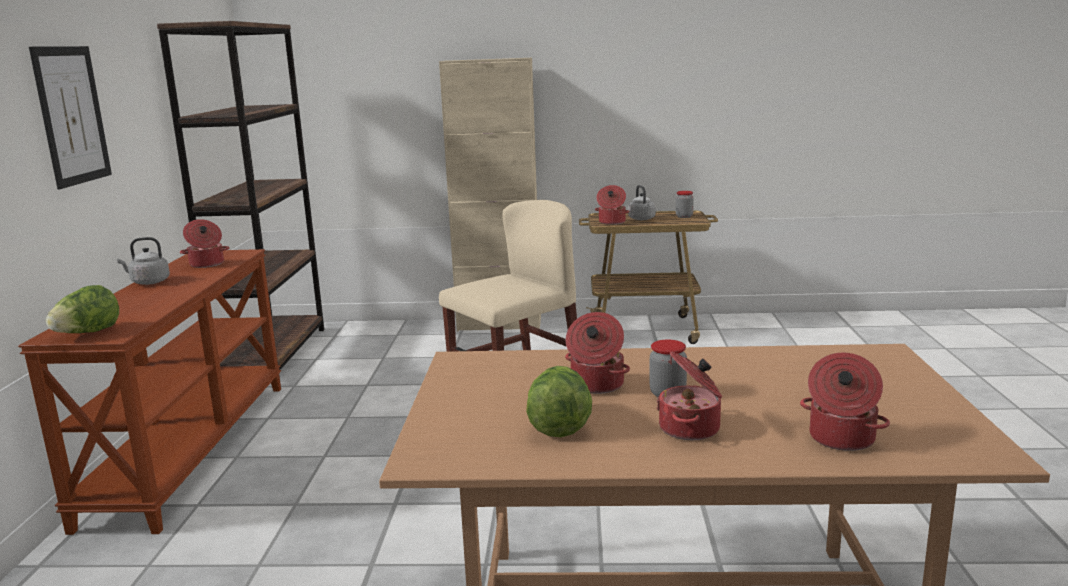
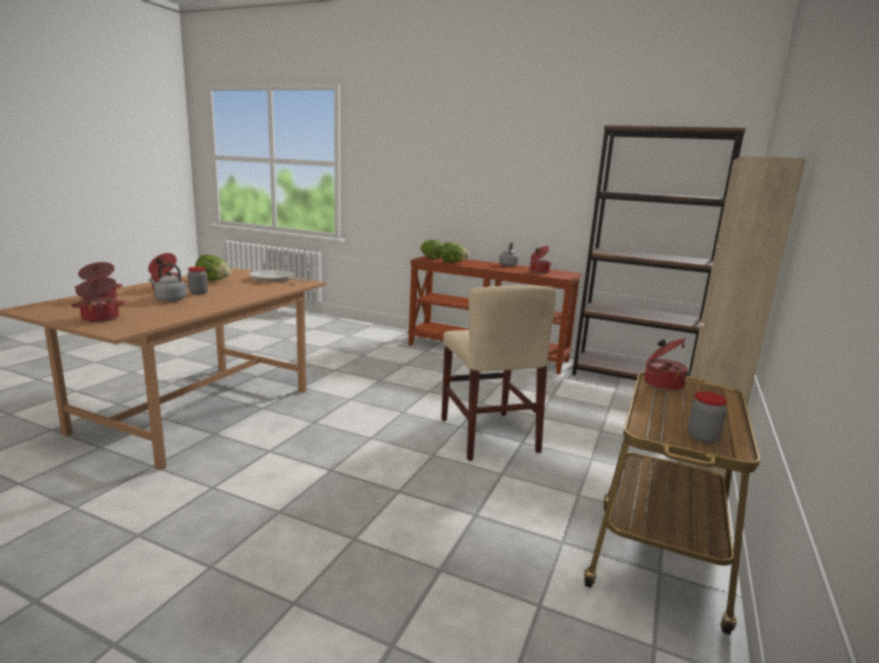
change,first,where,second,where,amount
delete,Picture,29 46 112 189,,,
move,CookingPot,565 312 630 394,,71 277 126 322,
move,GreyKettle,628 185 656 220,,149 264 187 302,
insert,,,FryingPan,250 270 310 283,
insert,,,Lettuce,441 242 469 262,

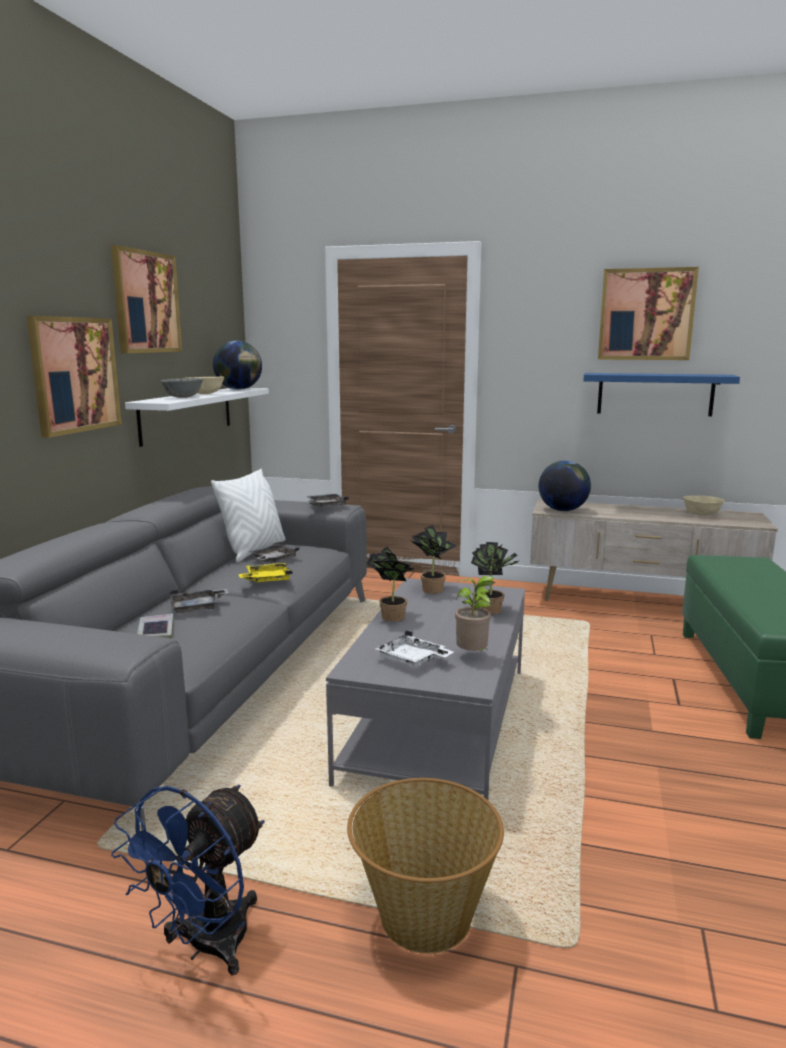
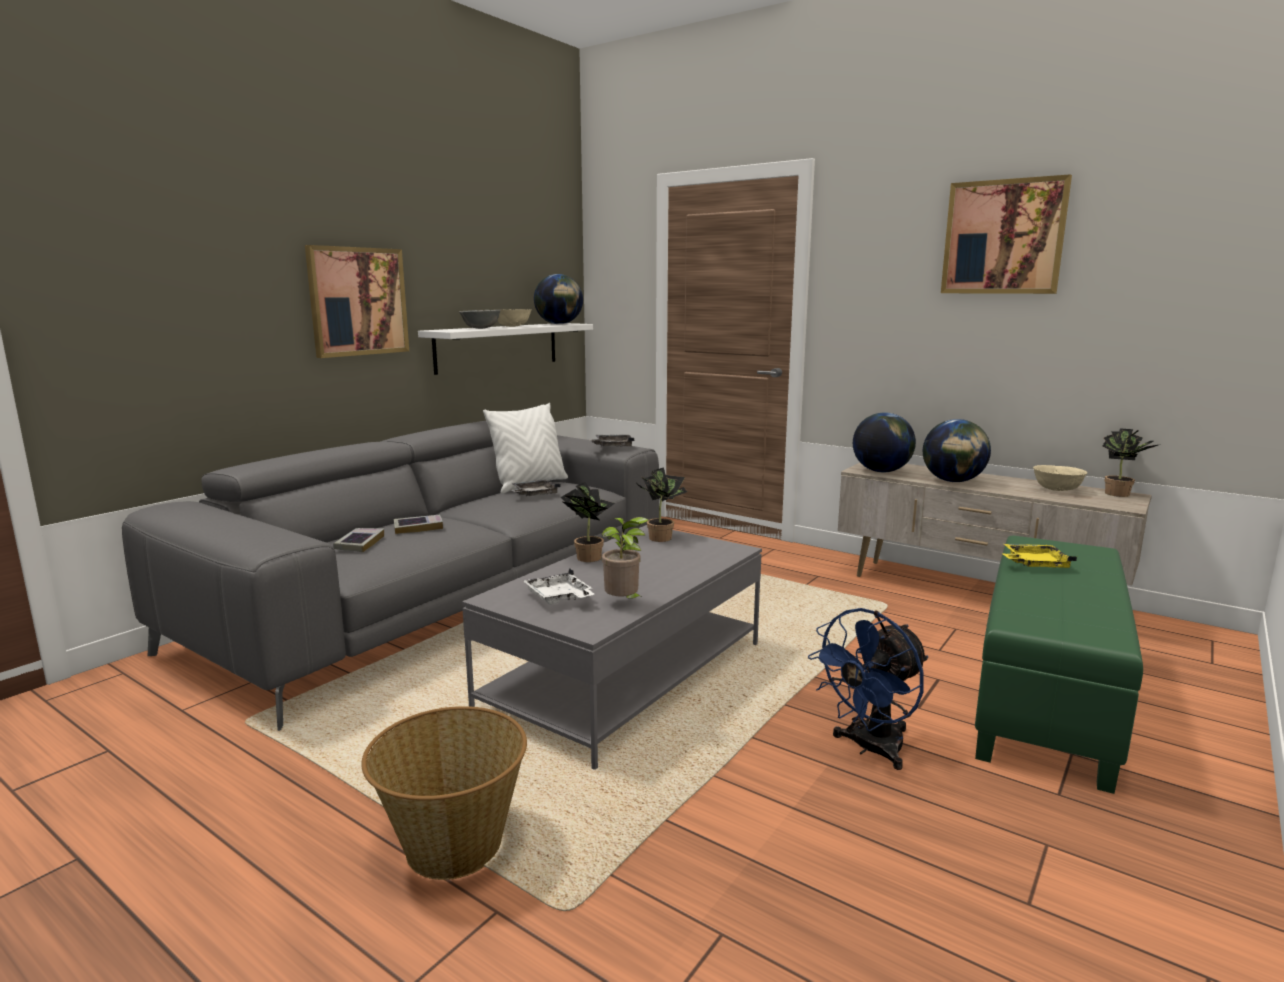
change,first,where,second,where,amount
delete,Picture,111 245 182 353,,,
move,BlueFan,111 785 265 976,,808 608 929 770,
replace,GreyTray,170 588 229 613,Book,394 515 443 534,
move,YellowTray,238 563 293 582,,1002 544 1077 568,
move,PottedPlant,471 542 518 614,,1102 429 1161 497,
delete,BlueShelf,583 373 740 416,,,
insert,,,Globe,923 419 991 482,

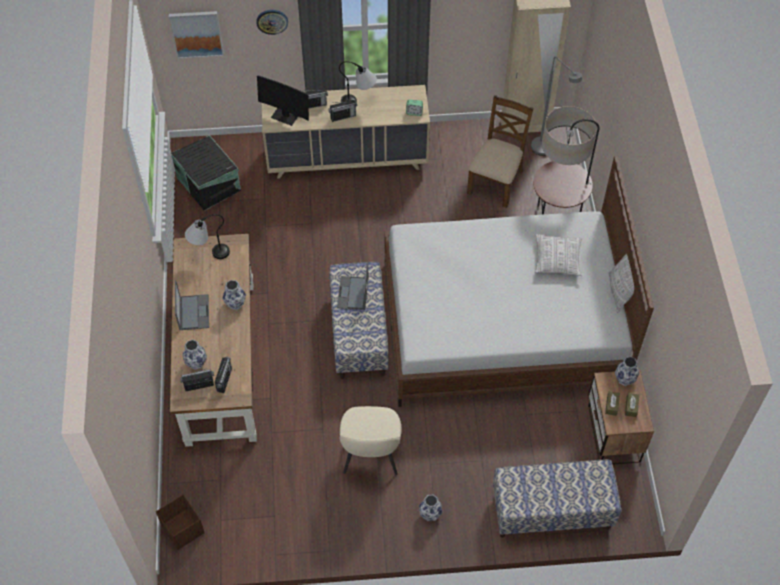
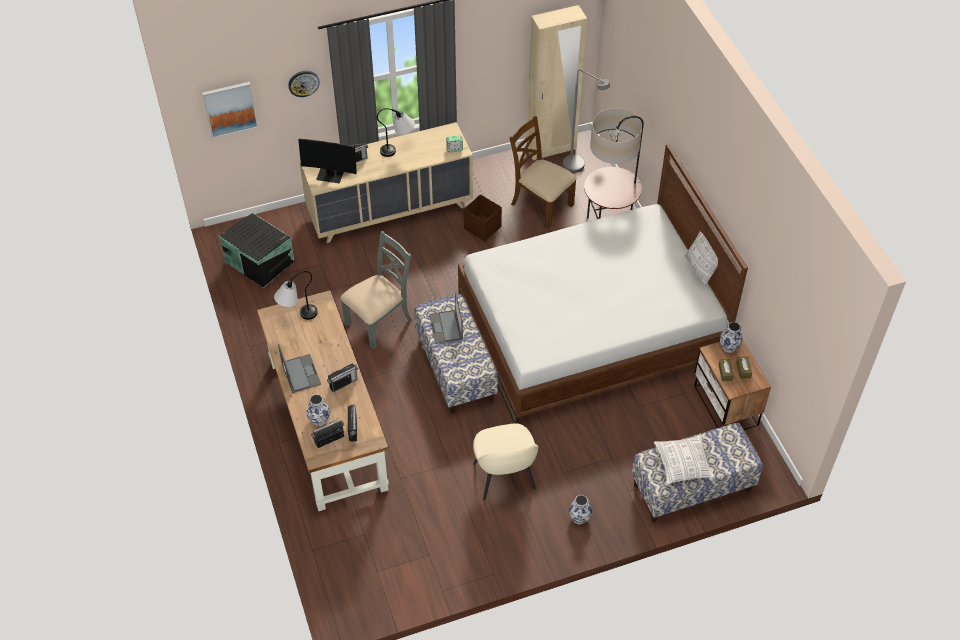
change,first,where,second,where,amount
move,BrownStorageBox,156 494 205 550,,464 194 502 241,
delete,Vase,222 280 246 310,,,
move,Radio,328 100 357 122,,327 364 358 392,
rotate,BrownChair,467 95 534 208,,510 116 577 229,60 degrees counterclockwise
move,Pillow,535 234 582 276,,654 435 715 485,
insert,,,GreyChair,340 231 412 350,

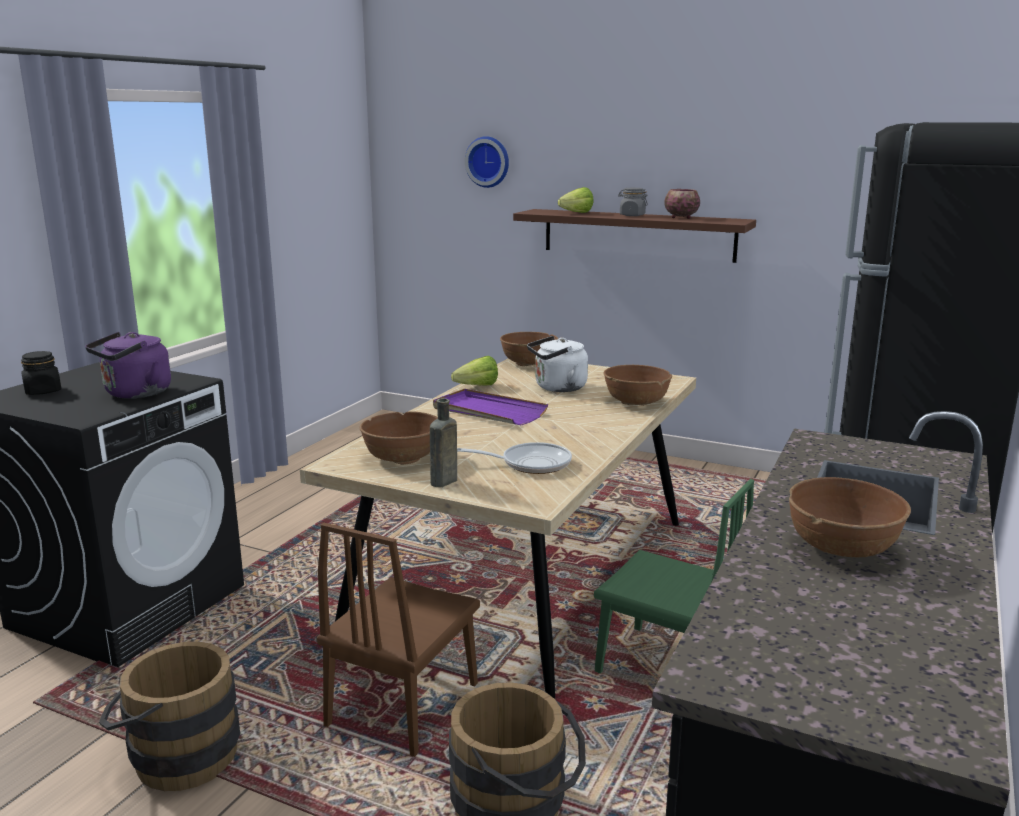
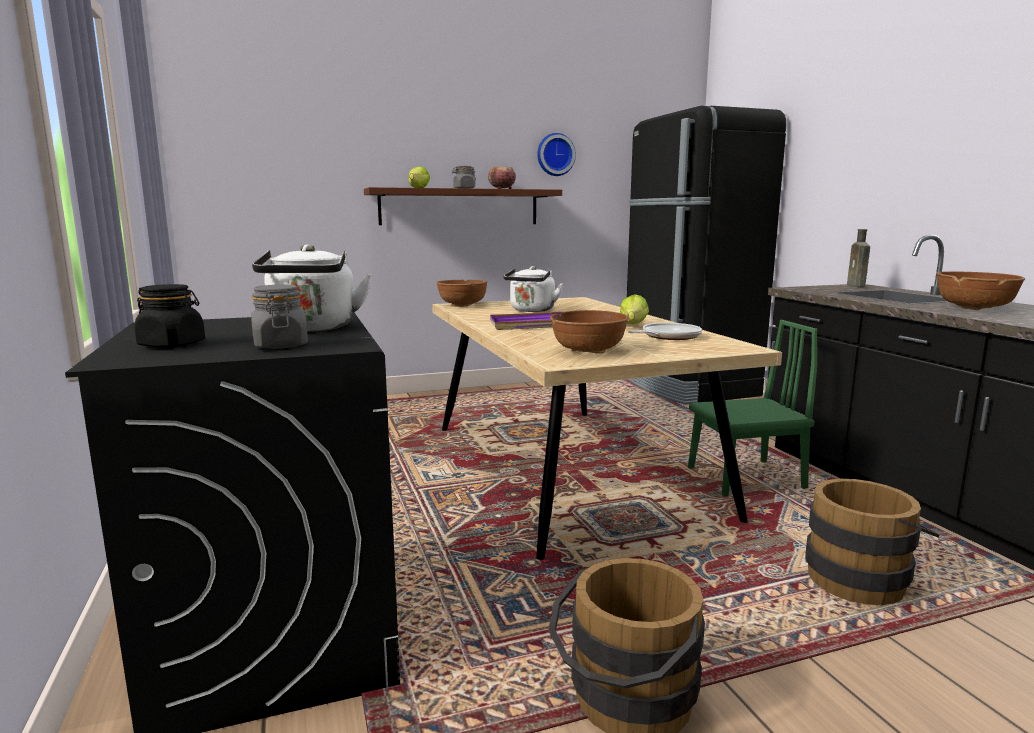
change,first,where,second,where,amount
recolor,PurpleKettle,85 332 171 399,WhiteKettle,252 245 372 332,
delete,BrownChair,317 522 480 757,,,
move,BrownBottle,430 398 457 487,,847 229 870 287,
move,Lettuce,451 356 498 385,,620 294 649 324,
move,WallClock,465 136 509 188,,537 133 576 176,
delete,BrownBowl,603 365 672 406,,,
insert,,,GreyJar,251 285 308 349,

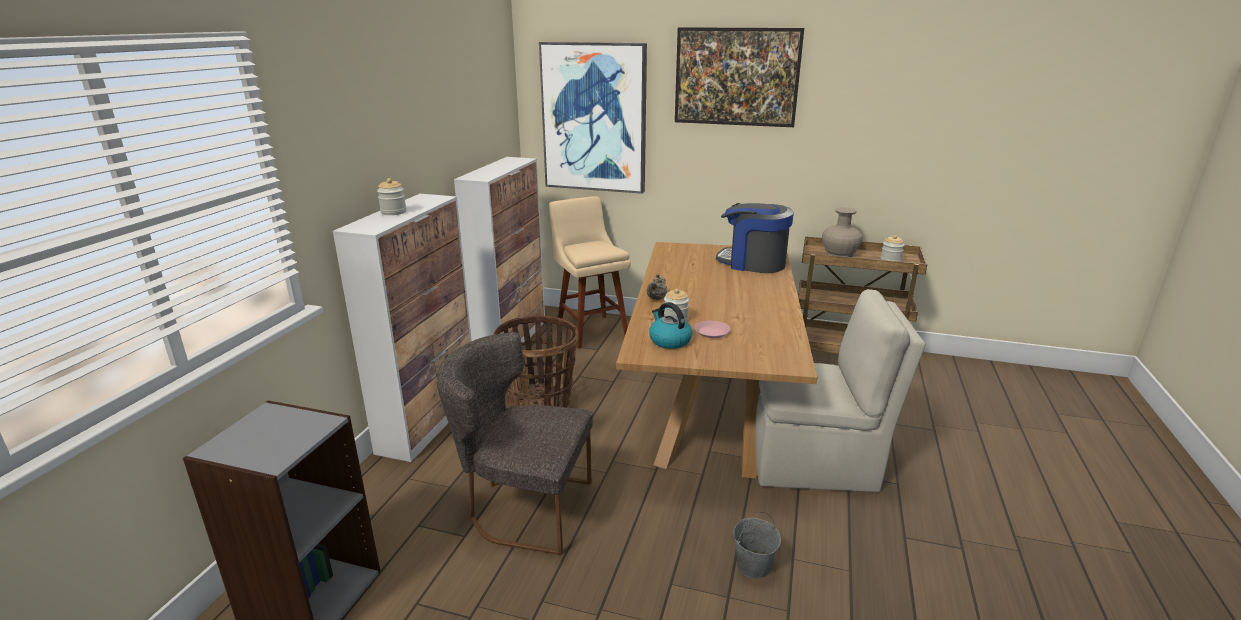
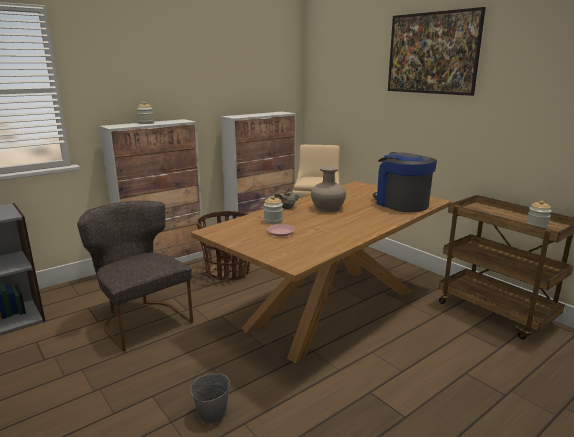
change,first,where,second,where,amount
delete,Picture,539 42 647 194,,,
delete,Kettle,649 302 693 349,,,
delete,BeigeChair,755 289 925 492,,,
move,BeigeVase,822 207 863 257,,311 166 346 212,

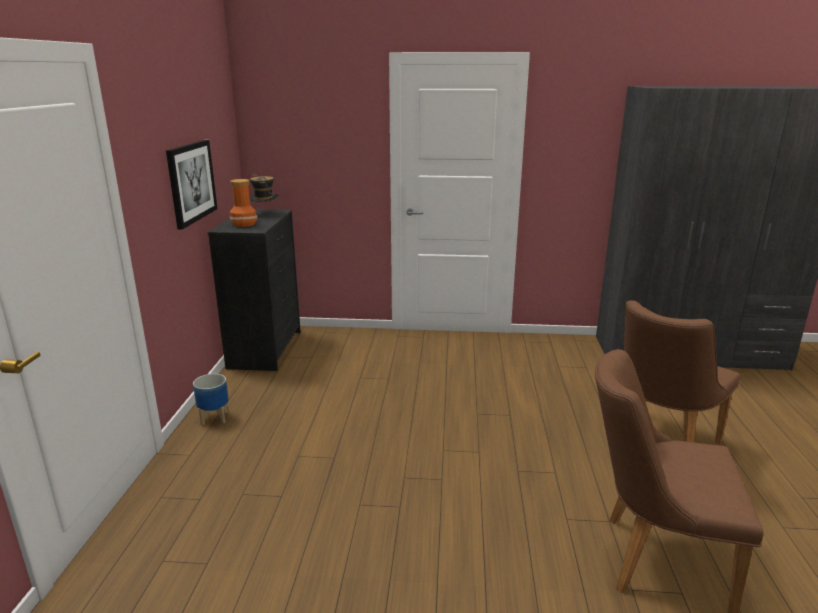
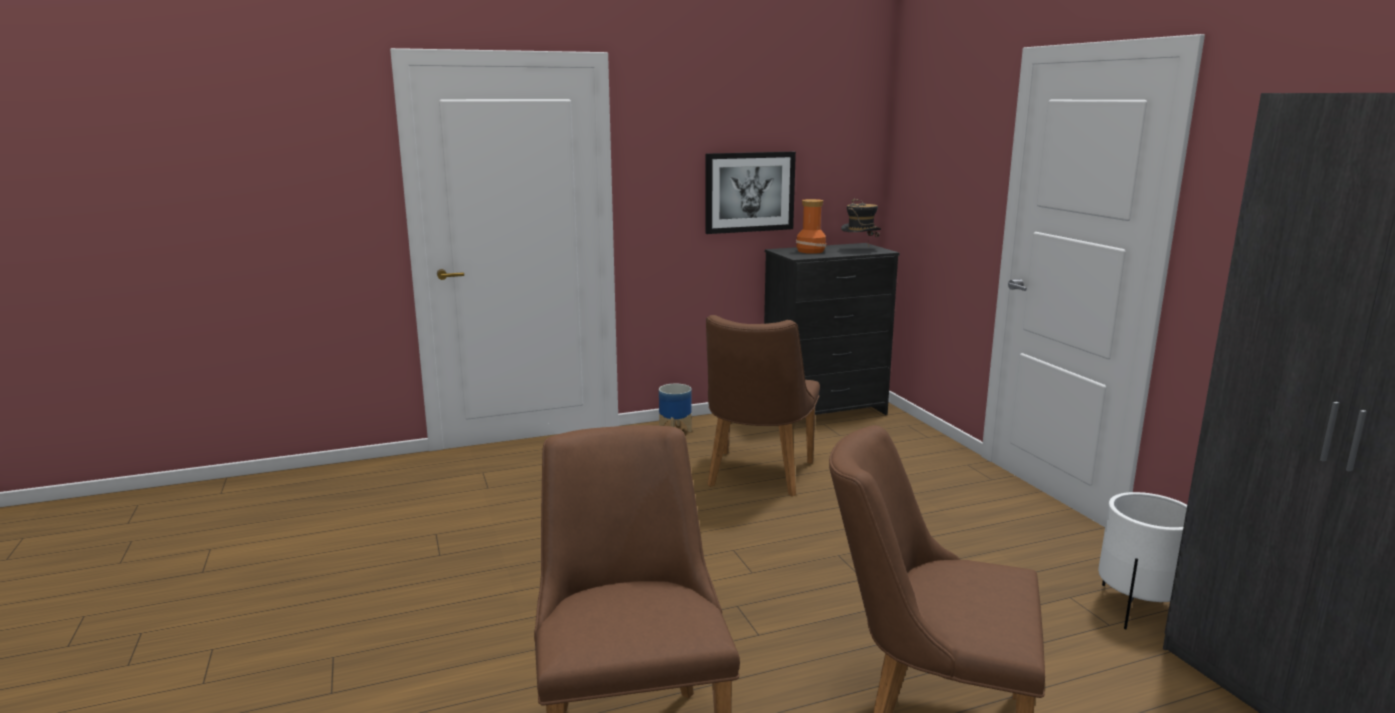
change,first,where,second,where,amount
insert,,,BrownChair,706 315 820 496,
insert,,,WhitePlanter,1098 492 1187 629,

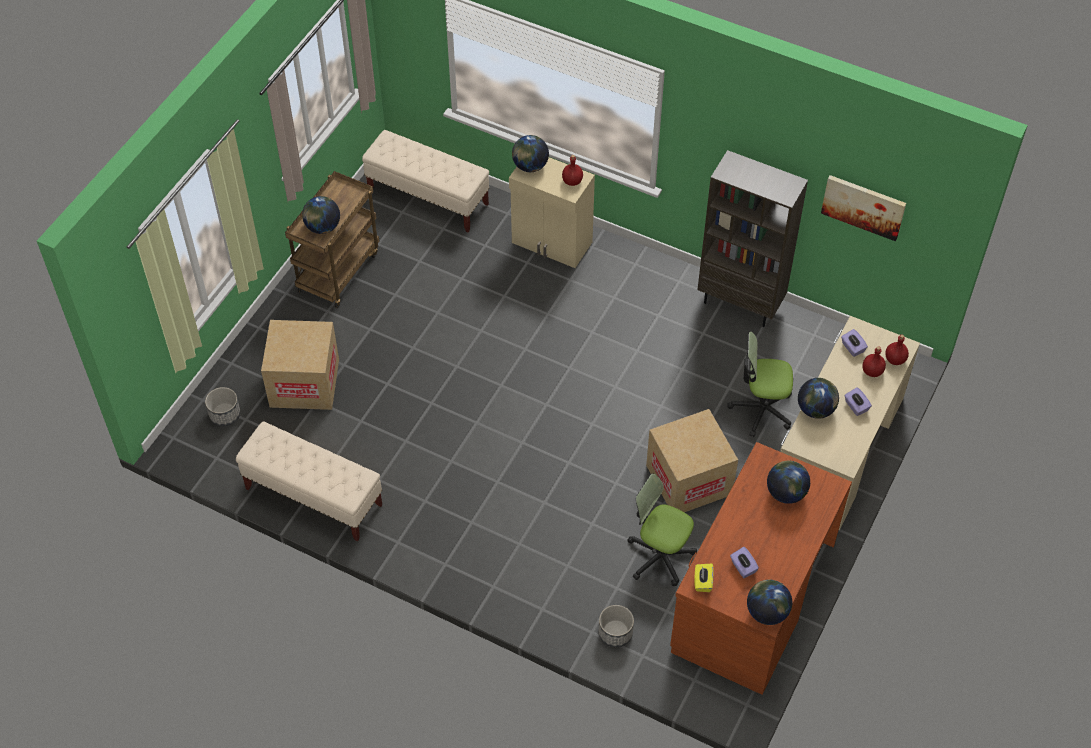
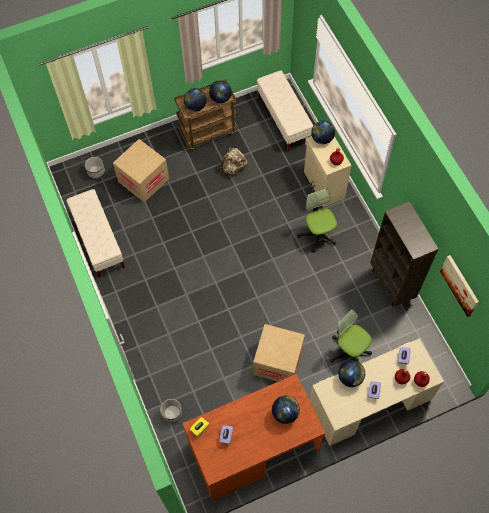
change,first,where,second,where,amount
move,OfficeChair,627 474 697 586,,297 189 337 253,
move,Globe,747 580 792 625,,209 80 232 103,
insert,,,BeigeBackpack,219 147 248 175,

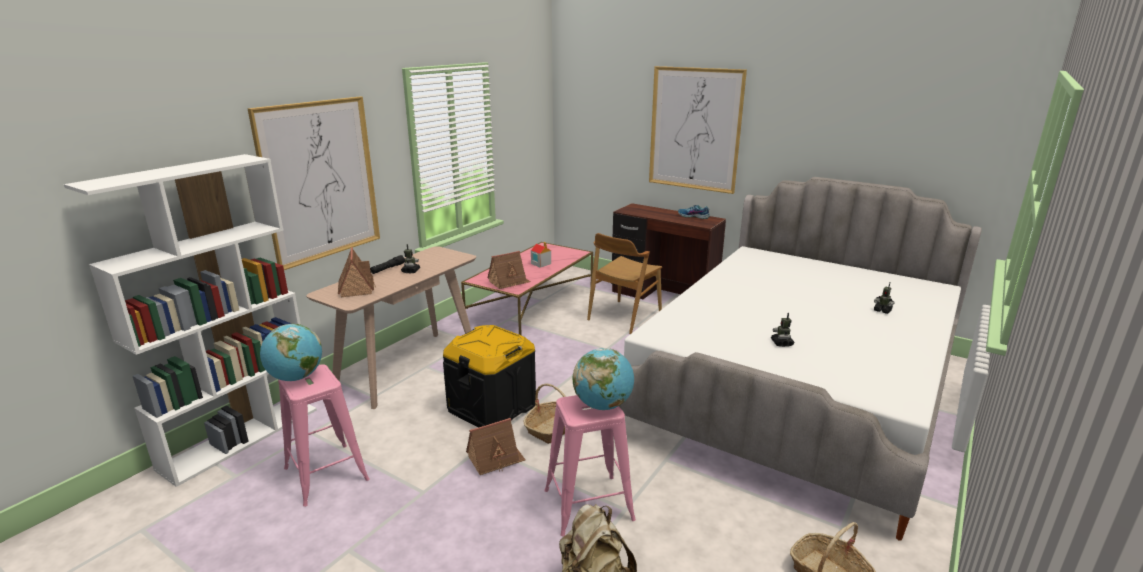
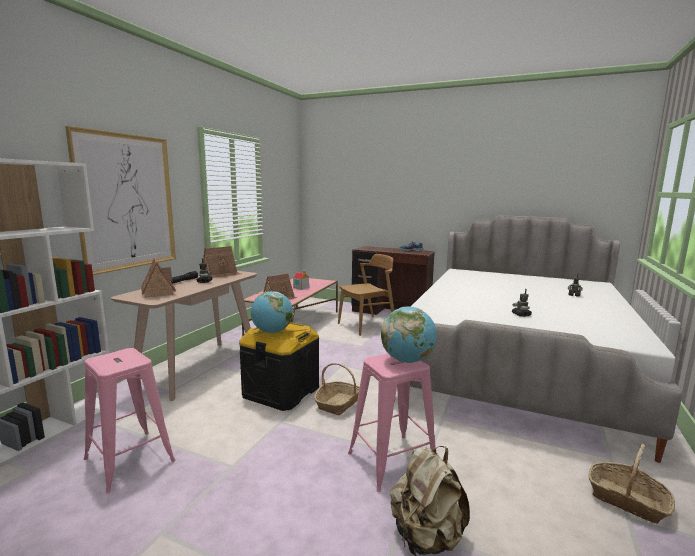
change,first,where,second,where,amount
move,Globe,260 324 322 381,,251 291 293 333,
move,ToyHouse,466 418 526 476,,203 246 241 278,
rotate,BrownChair,587 233 662 334,,338 254 394 336,150 degrees counterclockwise
delete,Picture,649 66 747 194,,,

